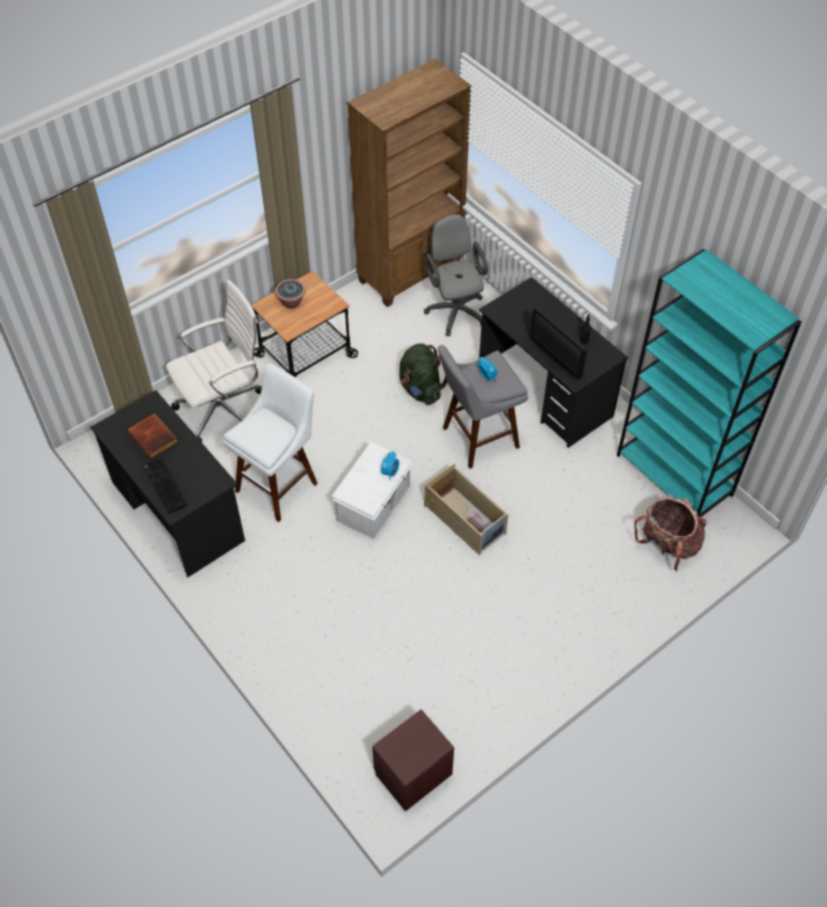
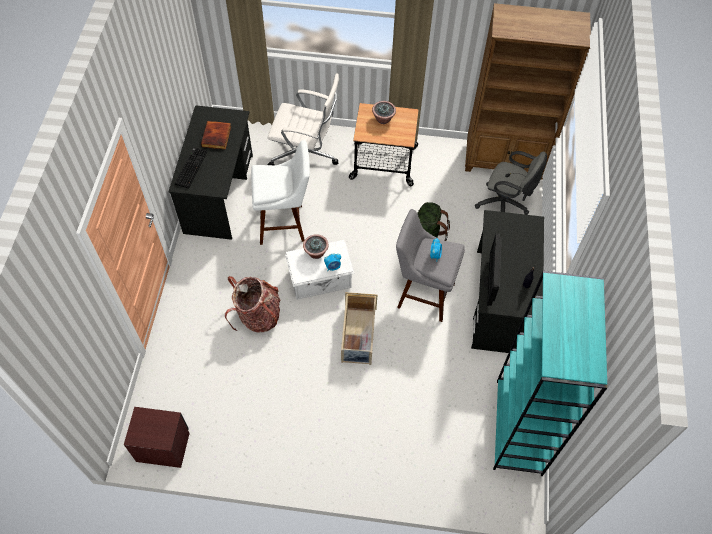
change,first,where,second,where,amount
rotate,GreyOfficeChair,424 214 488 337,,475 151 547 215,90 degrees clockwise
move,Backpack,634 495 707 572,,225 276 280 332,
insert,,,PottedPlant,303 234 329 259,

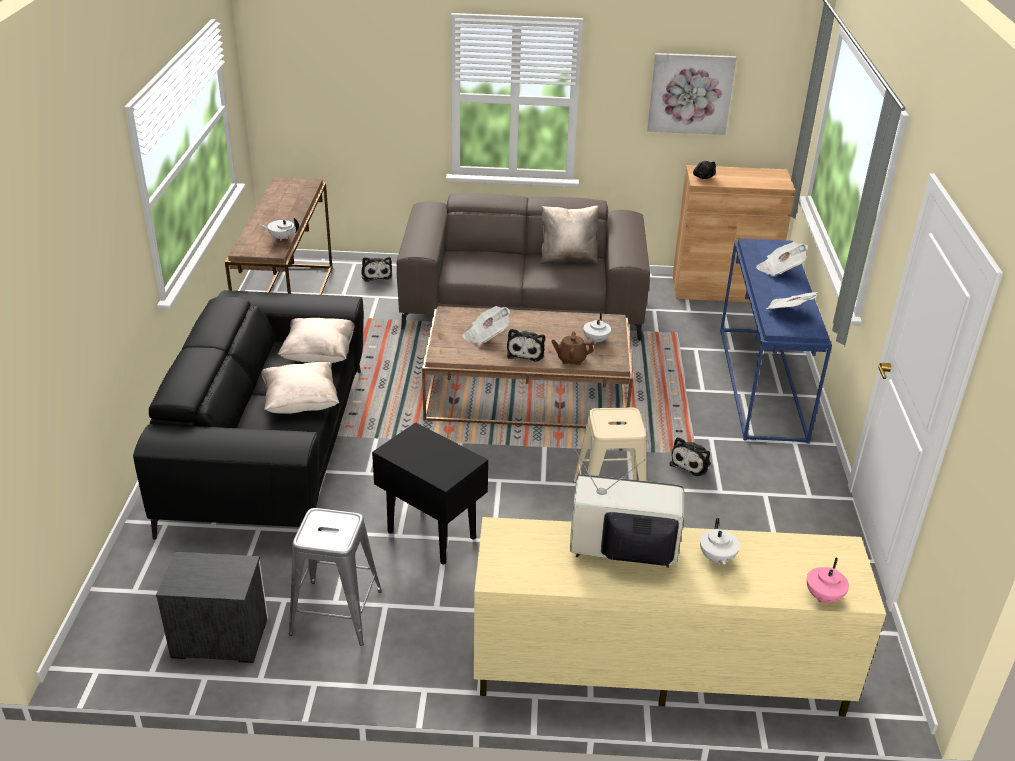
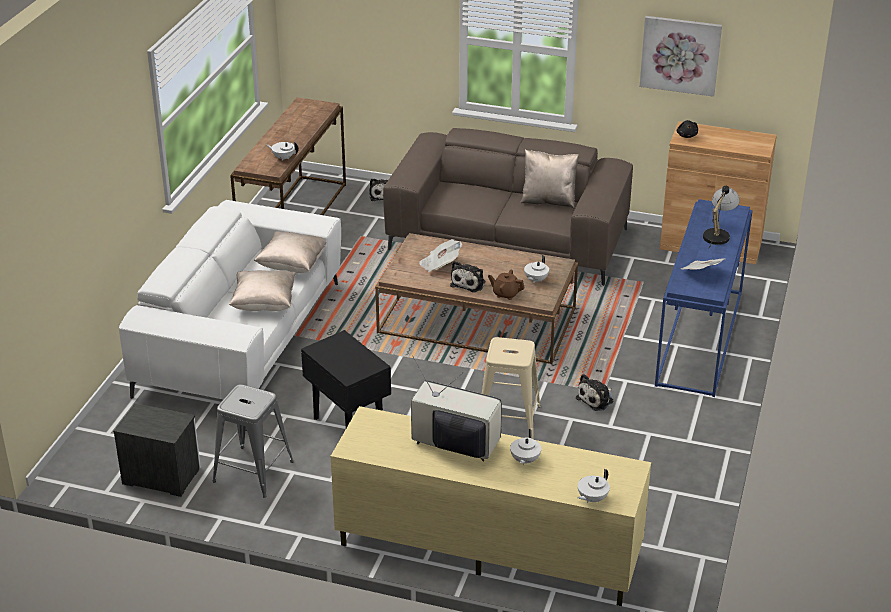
change,first,where,second,where,amount
recolor,BlackSofa,133 290 364 540,WhiteSofa,119 200 341 403,
replace,Newspaper,756 242 809 277,TableLamp,703 186 740 249,
recolor,PinkTeapot,807 557 849 604,WhiteTeapot,578 469 610 503,

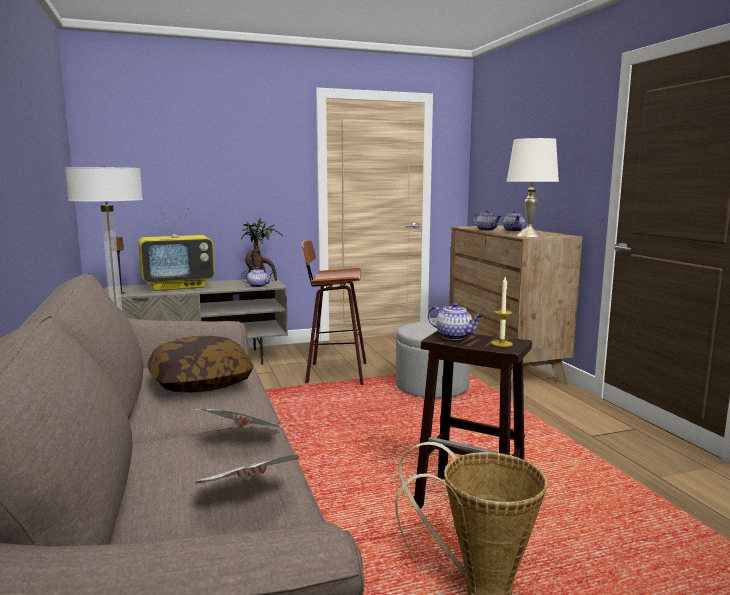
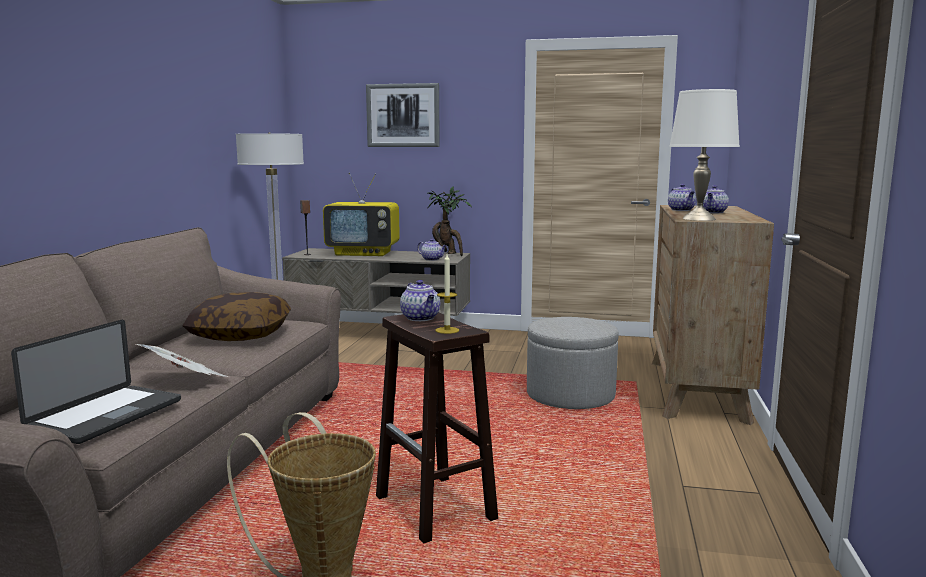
change,first,where,second,where,amount
replace,Newspaper,195 455 299 484,Laptop,11 320 181 444,
delete,Stool,302 240 366 385,,,
insert,,,Picture,366 83 440 147,

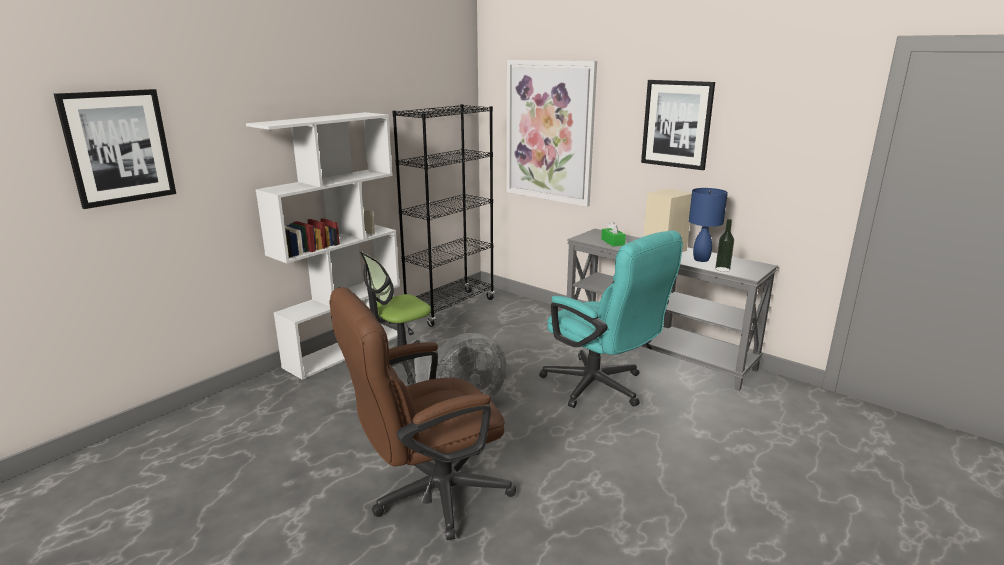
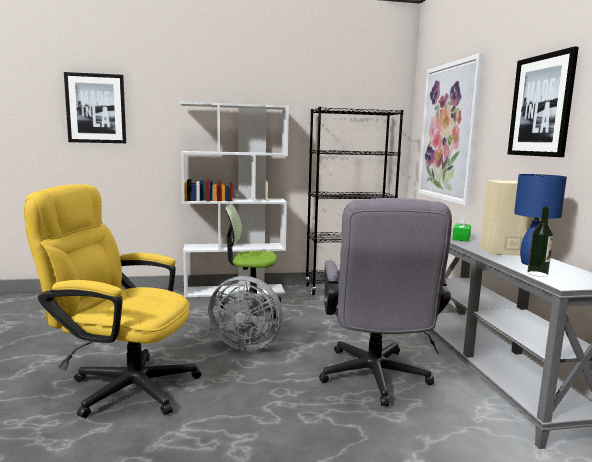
change,first,where,second,where,amount
recolor,BrownOfficeChair,330 287 516 540,YellowOfficeChair,24 184 201 418,
recolor,TurquoiseOfficeChair,539 230 683 408,GreyOfficeChair,319 198 452 406,

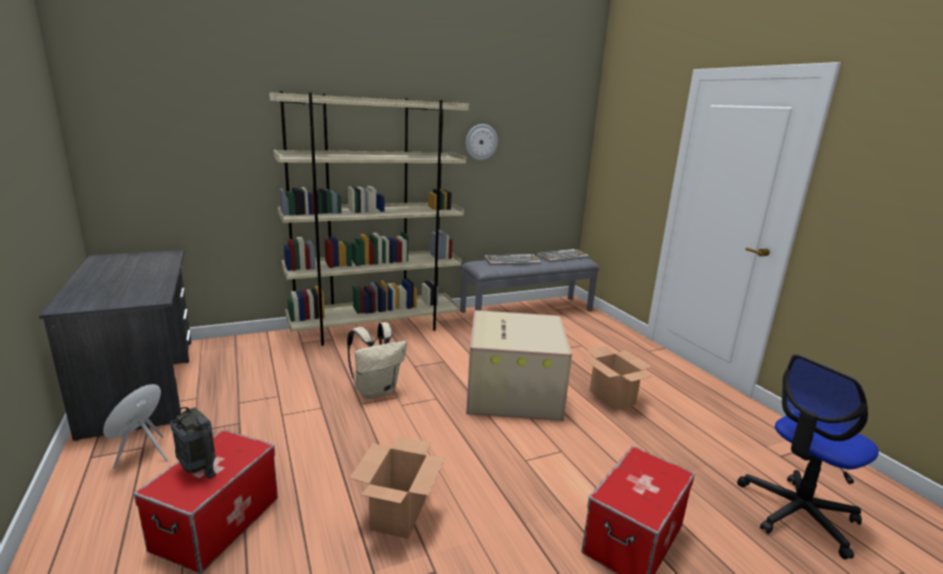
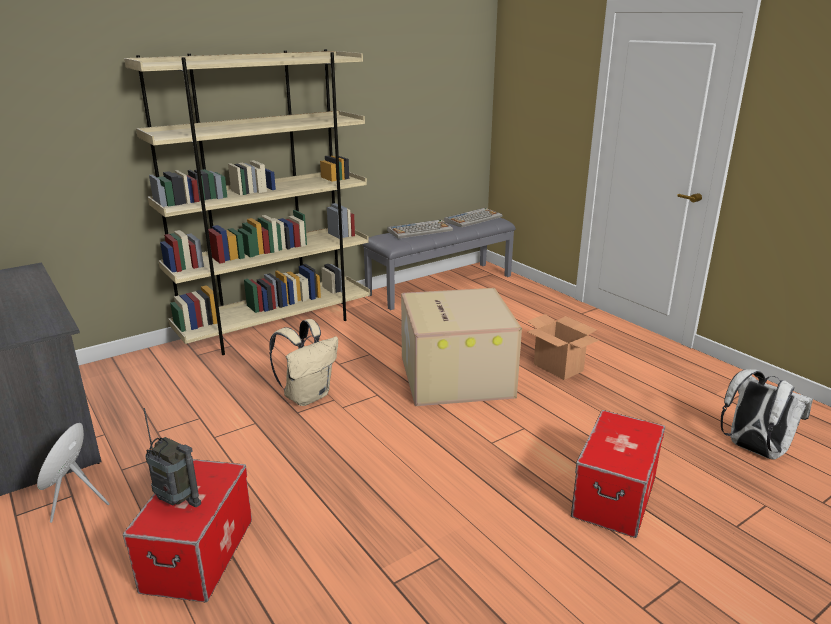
change,first,where,second,where,amount
delete,CardboardBox,350 436 445 539,,,
delete,WallClock,466 124 498 160,,,
replace,OfficeChair,737 354 879 559,WhiteBackpack,721 369 813 460,

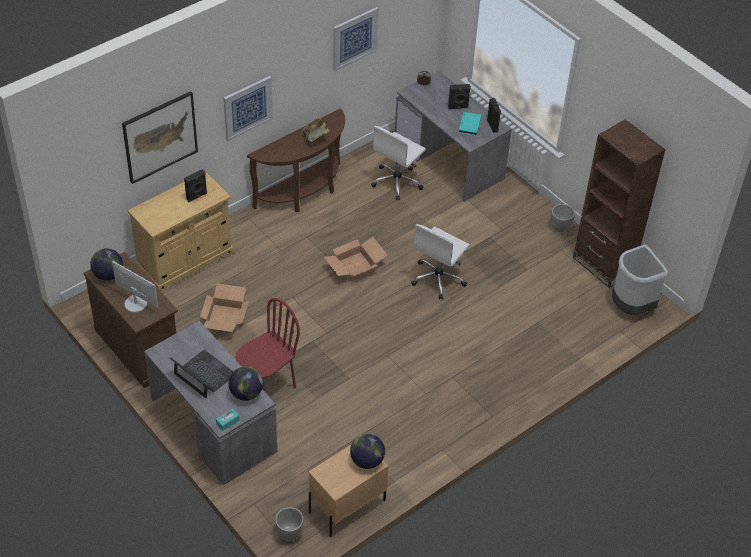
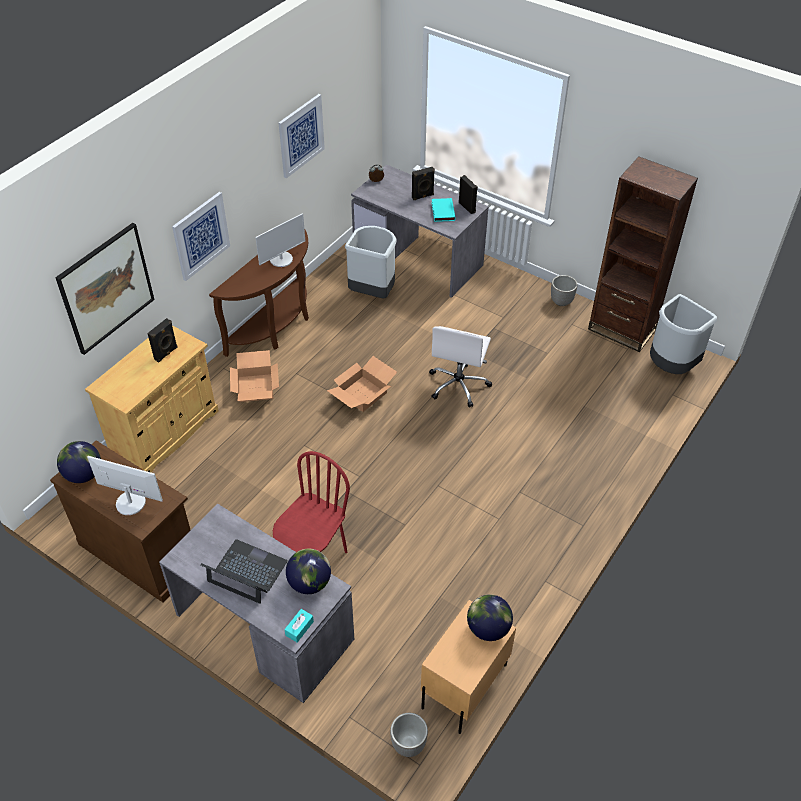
change,first,where,second,where,amount
move,CardboardBox,200 283 249 332,,230 350 279 402,
replace,Book,302 117 330 142,Monitor,255 213 305 267,
replace,WhiteOfficeChair,371 126 426 200,GreyTrashCan,345 226 397 299,

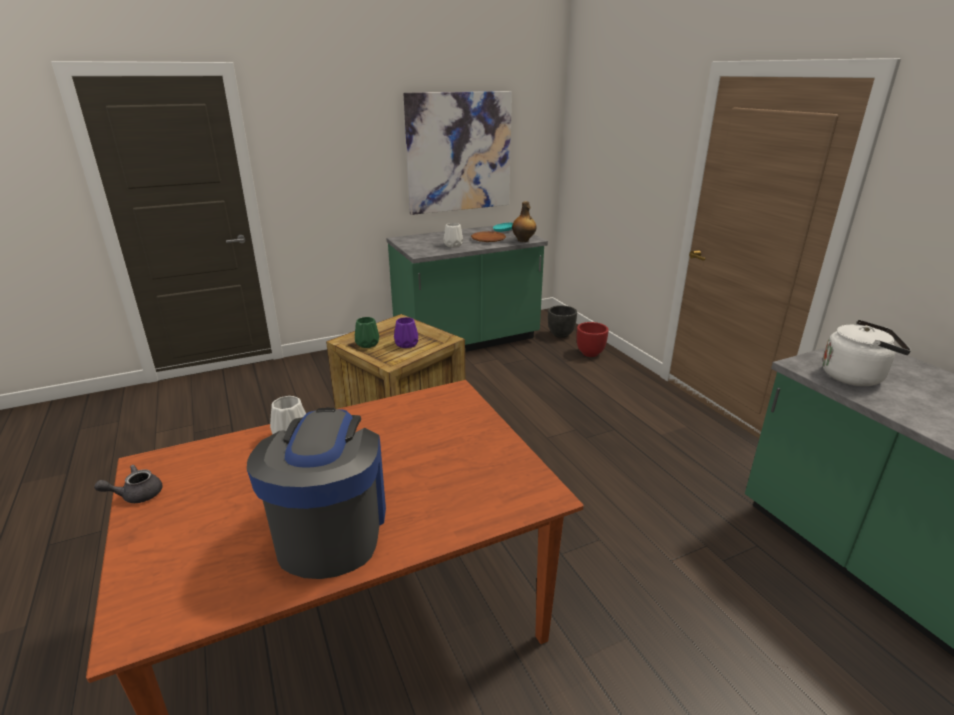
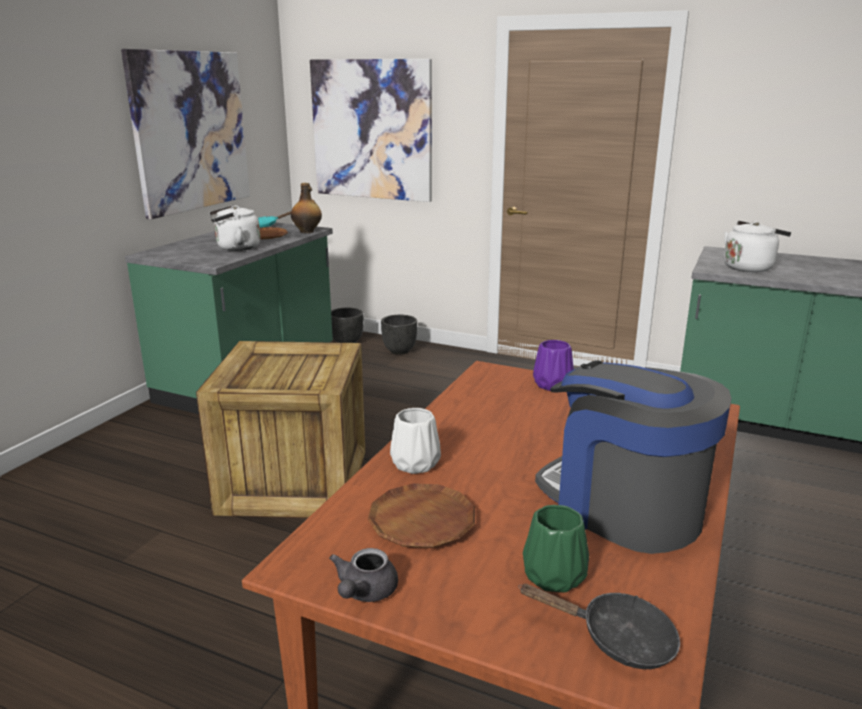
change,first,where,second,where,amount
move,GreenVase,355 317 379 348,,523 505 589 592,
move,PurpleVase,394 317 418 348,,533 340 574 391,
replace,WhiteVase,444 223 463 248,WhiteKettle,210 205 260 251,
recolor,RedPlanter,577 322 609 357,BlackPlanter,381 315 417 355,
insert,,,Picture,310 59 432 202,
insert,,,BrownPlate,368 483 475 548,
insert,,,BlackFryingPan,519 584 680 669,

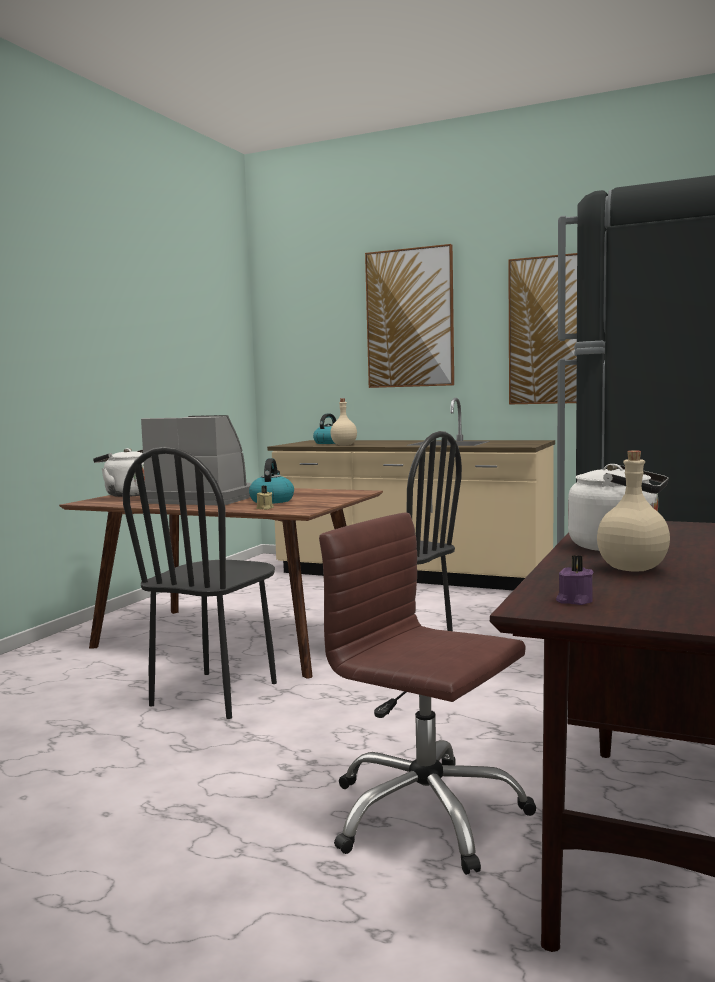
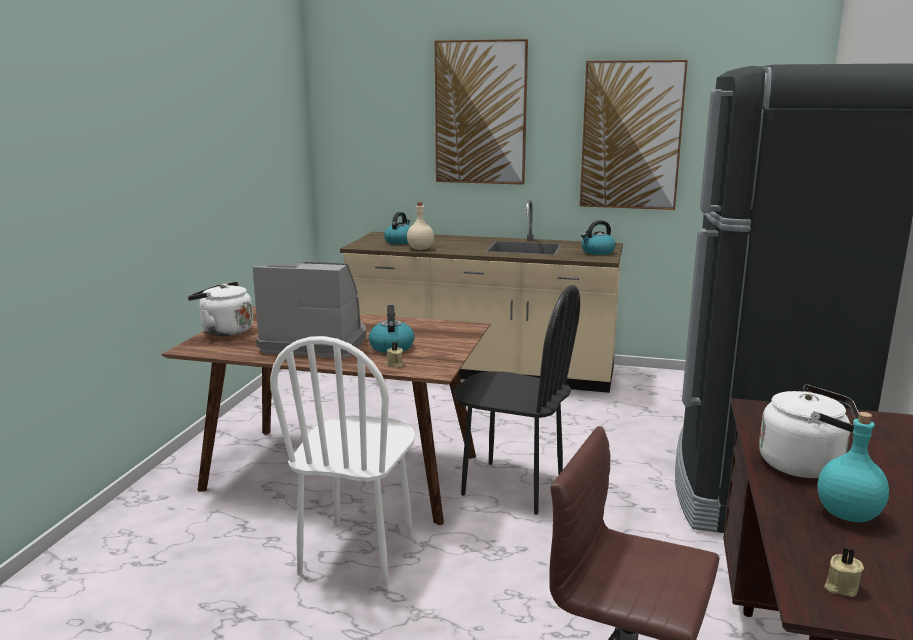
change,first,where,second,where,amount
recolor,BlackChair,122 447 277 719,WhiteChair,270 336 415 589,
recolor,PurpleCandle,556 555 594 605,BeigeCandle,824 548 864 597,
recolor,BeigeBottle,597 451 670 572,TurquoiseBottle,818 412 889 522,
insert,,,Kettle,581 220 616 255,

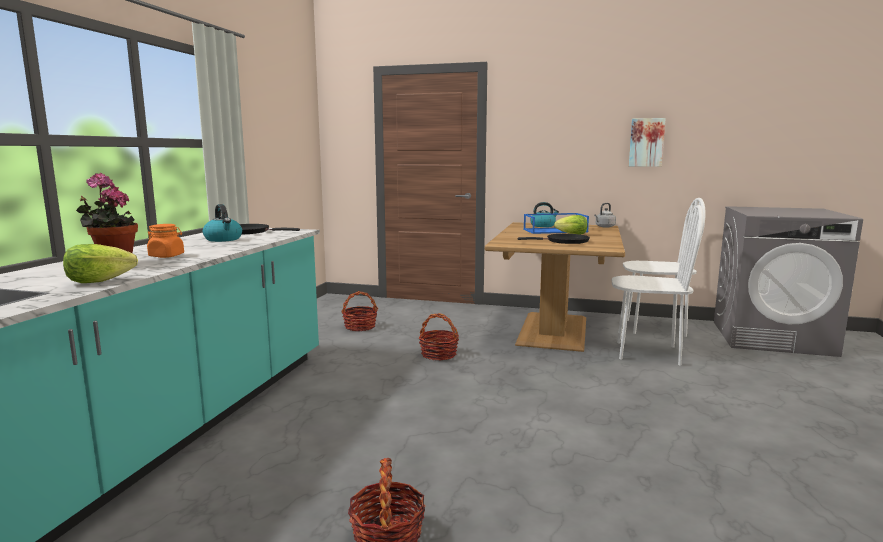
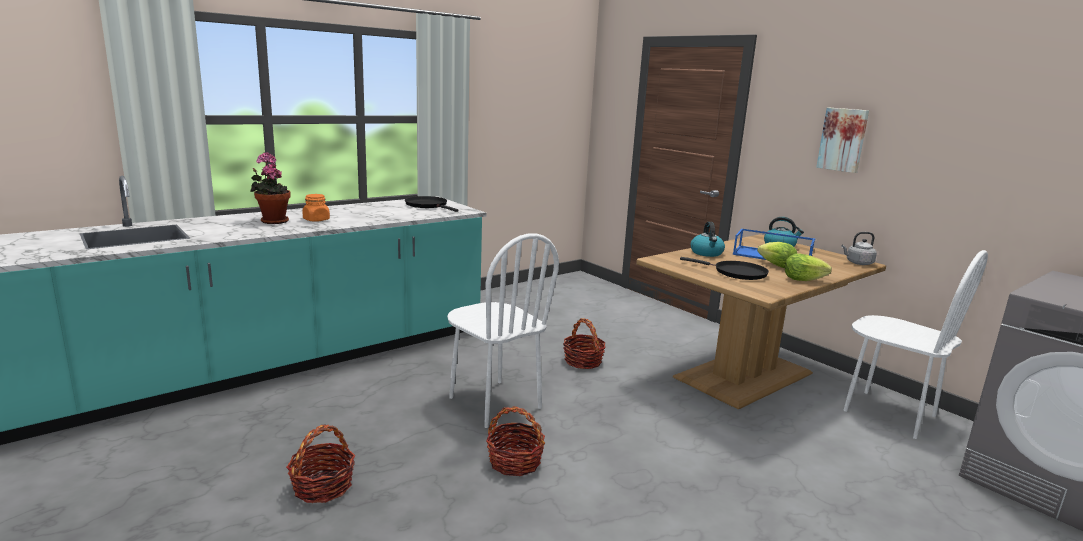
change,first,where,second,where,amount
move,Lettuce,63 244 138 283,,785 253 832 281,
move,Kettle,203 204 242 242,,691 222 725 257,
move,Basket,341 291 378 331,,486 406 545 476,
move,WhiteChair,611 205 703 365,,447 233 559 428,
move,Picture,629 118 666 167,,816 108 869 173,

